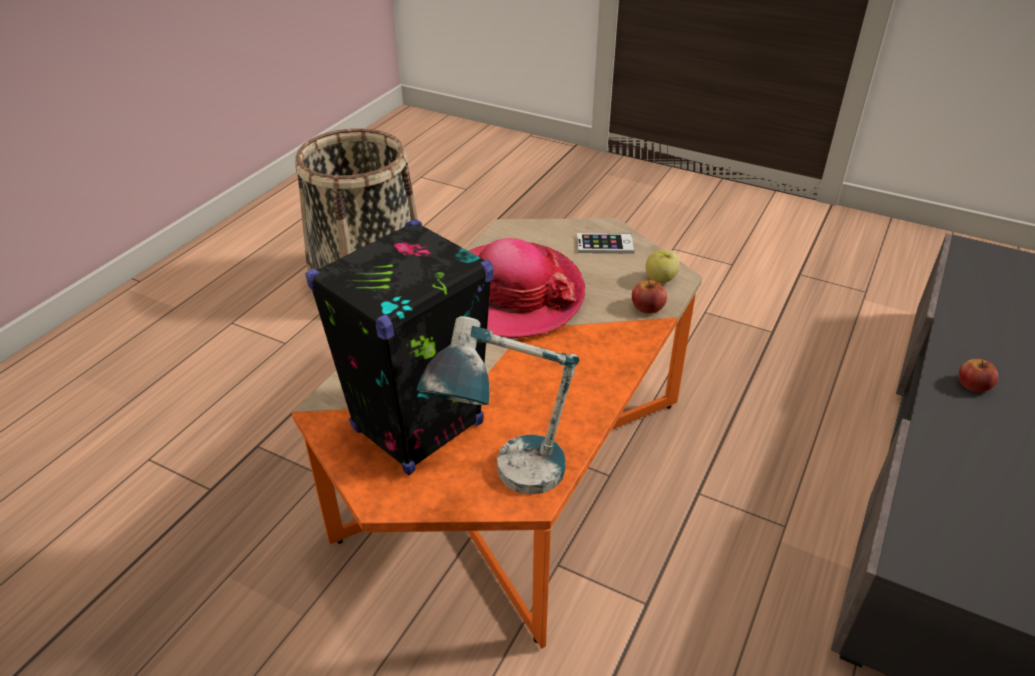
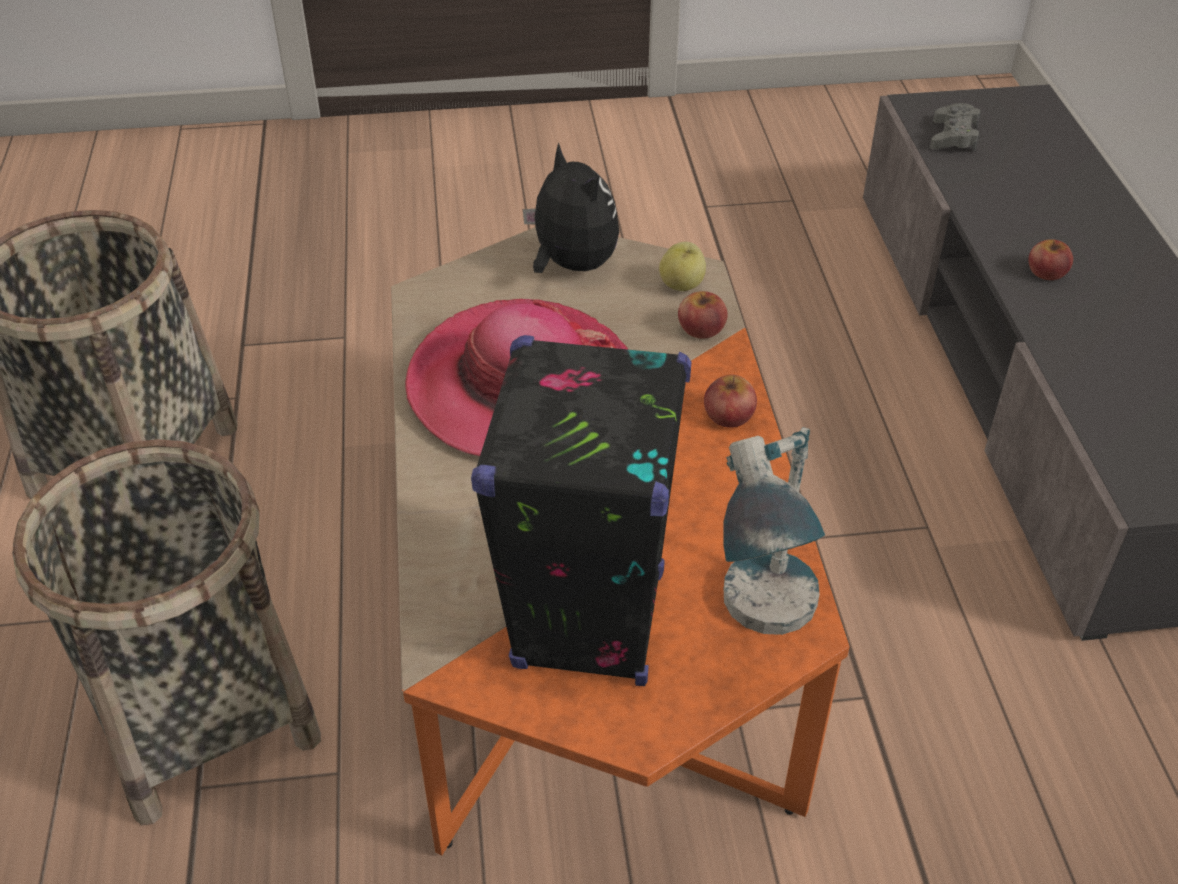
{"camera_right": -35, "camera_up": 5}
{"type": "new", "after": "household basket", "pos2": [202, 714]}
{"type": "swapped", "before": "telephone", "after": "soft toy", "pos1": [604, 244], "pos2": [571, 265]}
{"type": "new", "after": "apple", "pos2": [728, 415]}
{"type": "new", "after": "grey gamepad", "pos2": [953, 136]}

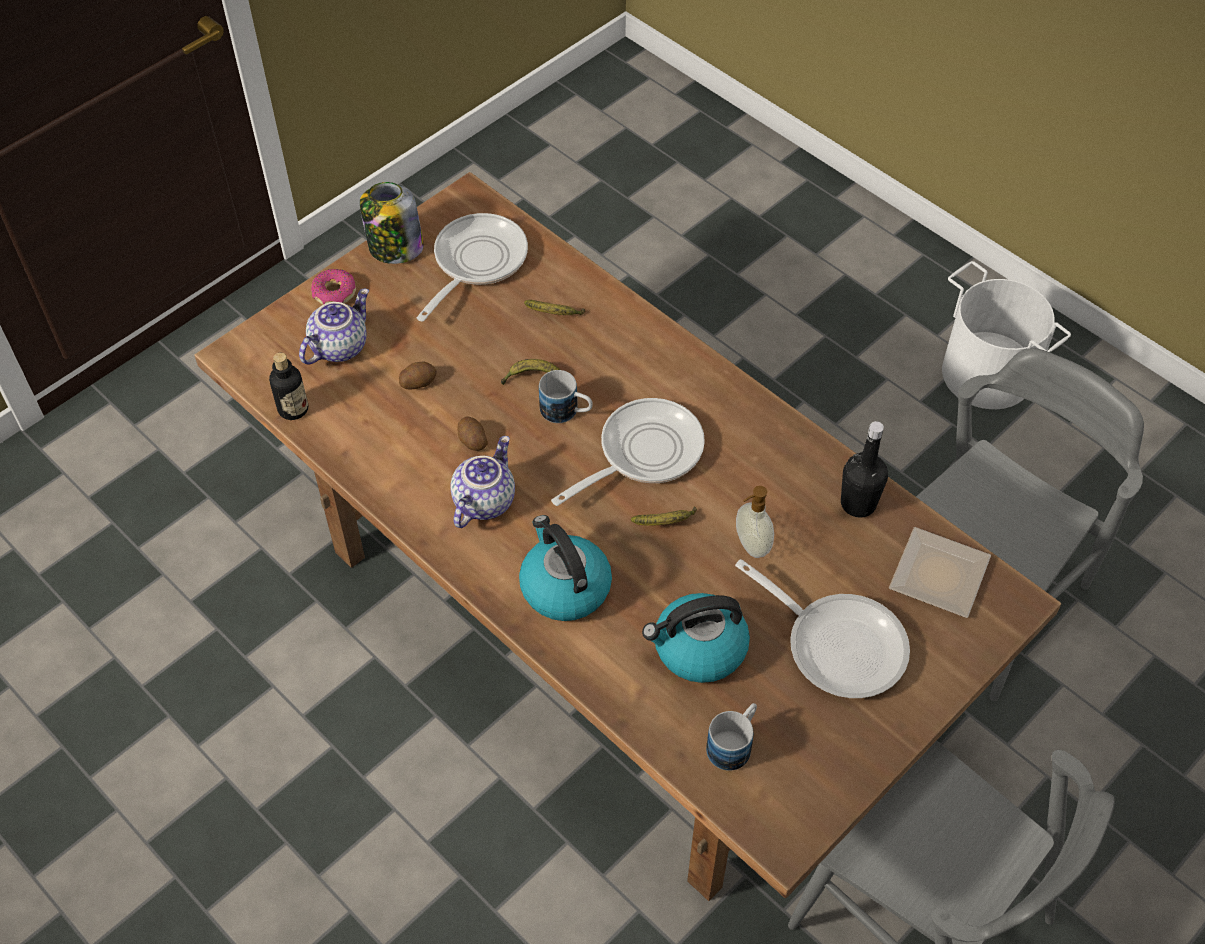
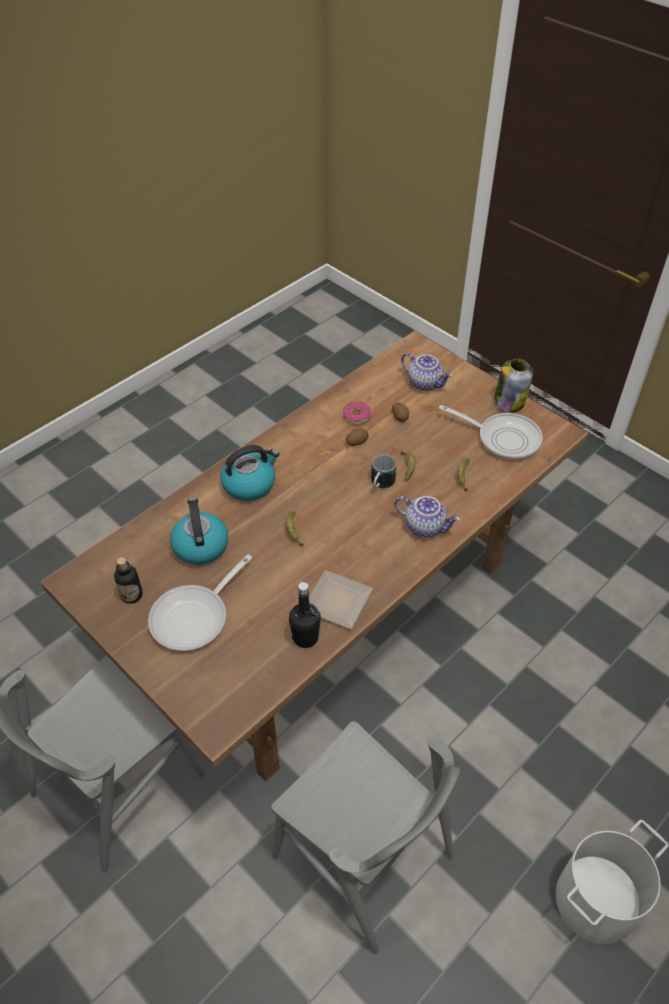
{"camera_right": 90, "camera_up": -5}
{"type": "shifted", "before": "beverage bottle", "pos1": [293, 409], "pos2": [132, 595]}
{"type": "shifted", "before": "dinner plate", "pos1": [935, 576], "pos2": [337, 599]}
{"type": "shifted", "before": "donut", "pos1": [334, 293], "pos2": [356, 416]}
{"type": "shifted", "before": "tea pot", "pos1": [483, 500], "pos2": [425, 526]}
{"type": "gone", "before": "frying pan", "pos1": [643, 453]}
{"type": "gone", "before": "coffee mug", "pos1": [734, 743]}
{"type": "gone", "before": "soap dispenser", "pos1": [751, 545]}

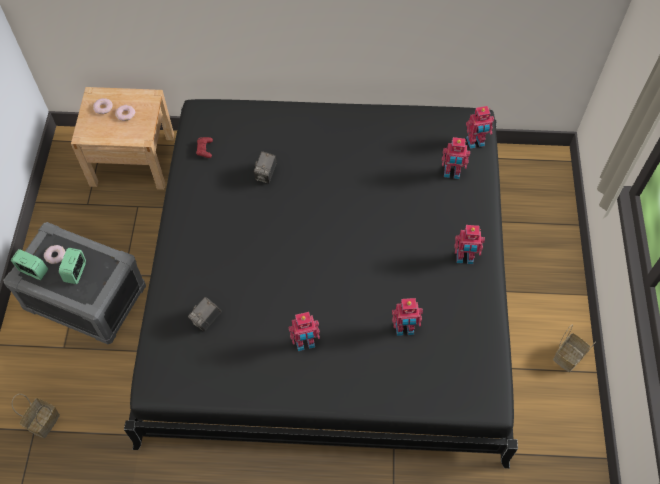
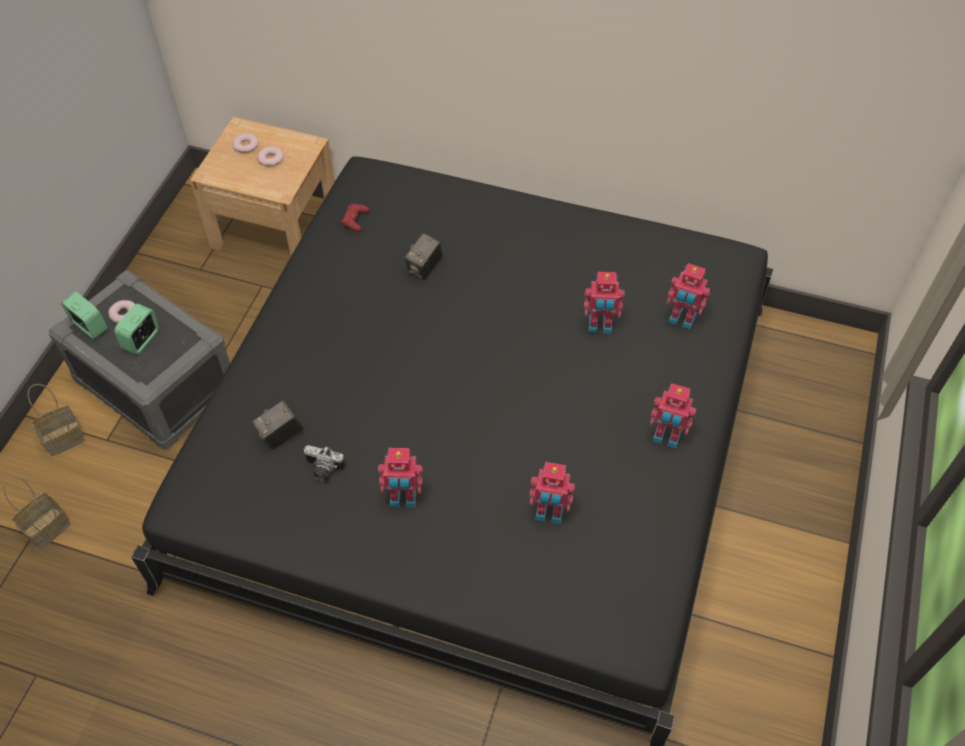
{"camera_right": 15, "camera_up": -5}
{"type": "shifted", "before": "household basket", "pos1": [568, 356], "pos2": [64, 437]}
{"type": "new", "after": "photo camera", "pos2": [323, 470]}
{"type": "shifted", "before": "toy robot", "pos1": [475, 143], "pos2": [599, 326]}

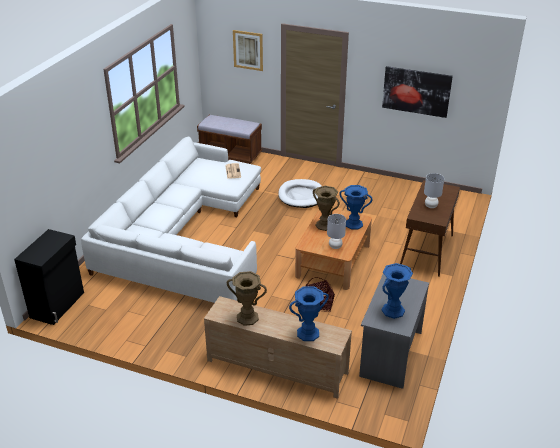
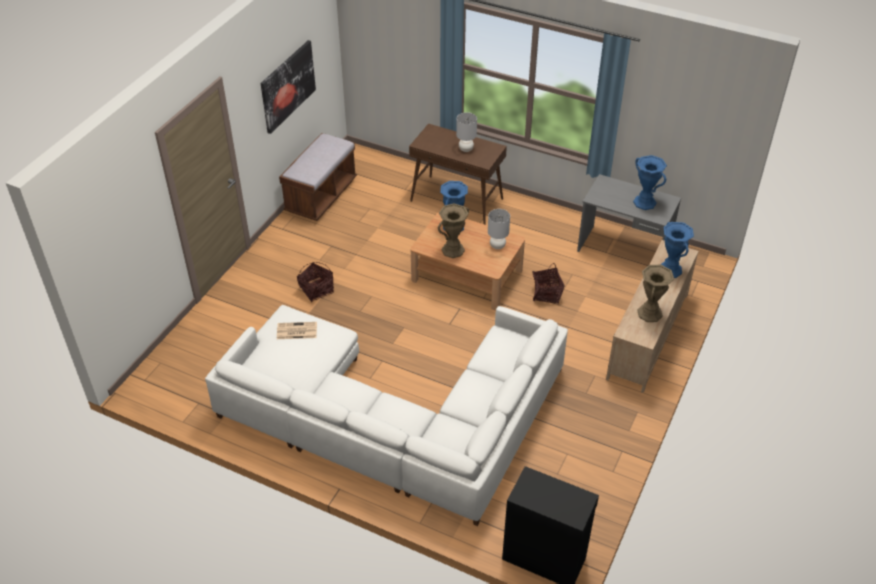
{"camera_right": -85, "camera_up": 10}
{"type": "shifted", "before": "brown bench", "pos1": [230, 155], "pos2": [321, 196]}
{"type": "swapped", "before": "white dog cushion", "after": "household basket", "pos1": [301, 195], "pos2": [316, 290]}
{"type": "gone", "before": "wall picture", "pos1": [248, 50]}

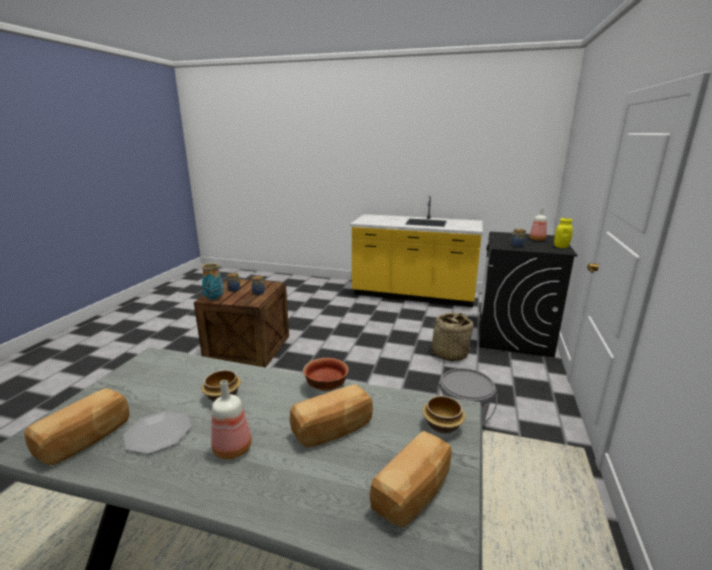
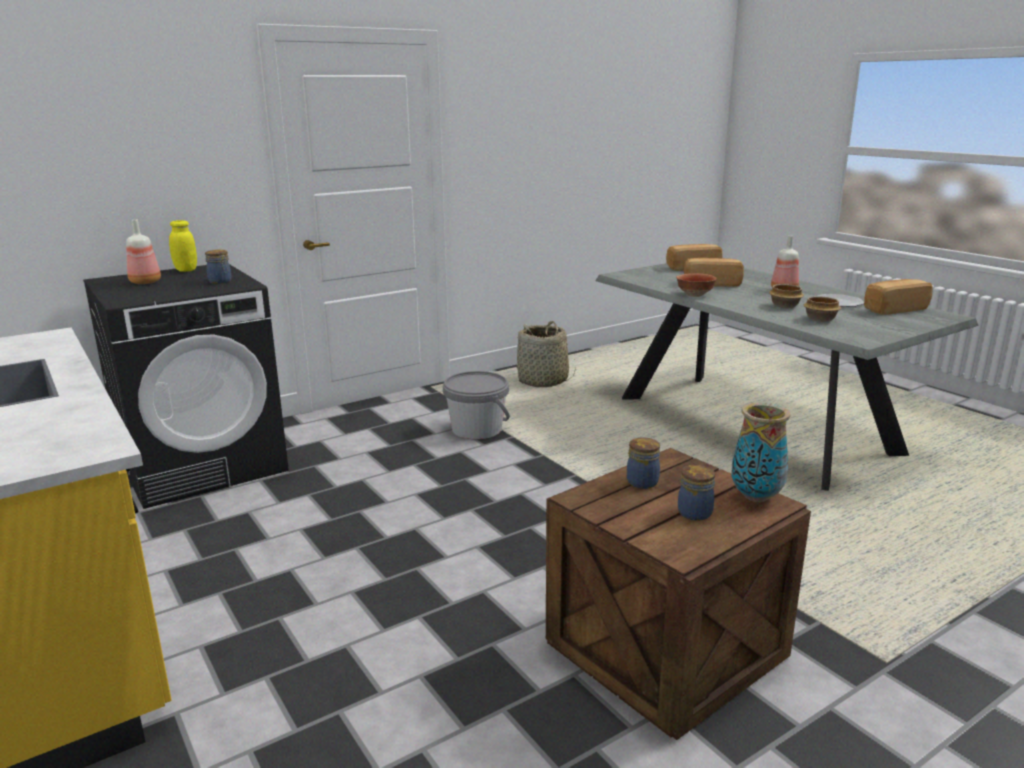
{"camera_right": -140, "camera_up": 0}
{"type": "shifted", "before": "household basket", "pos1": [449, 354], "pos2": [543, 381]}
{"type": "shifted", "before": "serving bowl", "pos1": [443, 425], "pos2": [819, 319]}

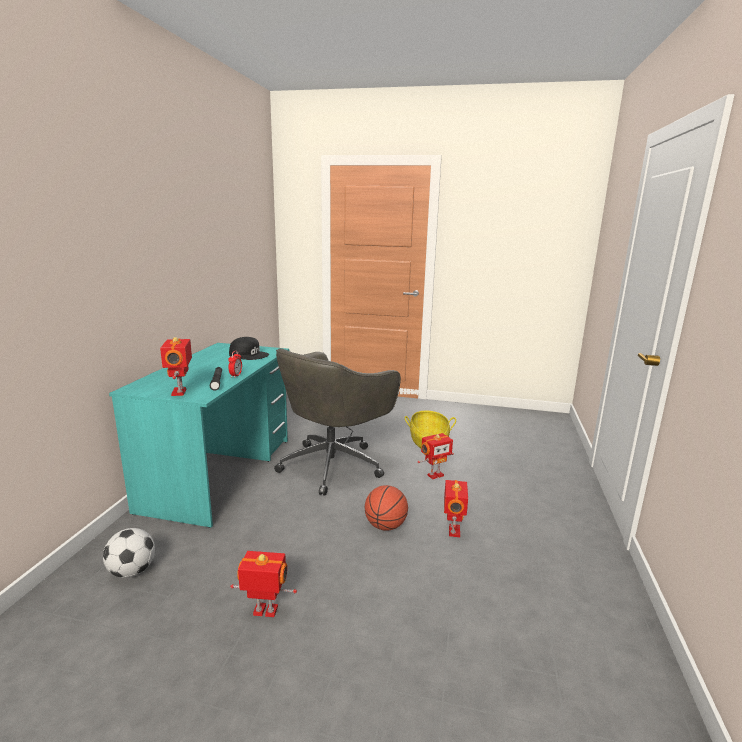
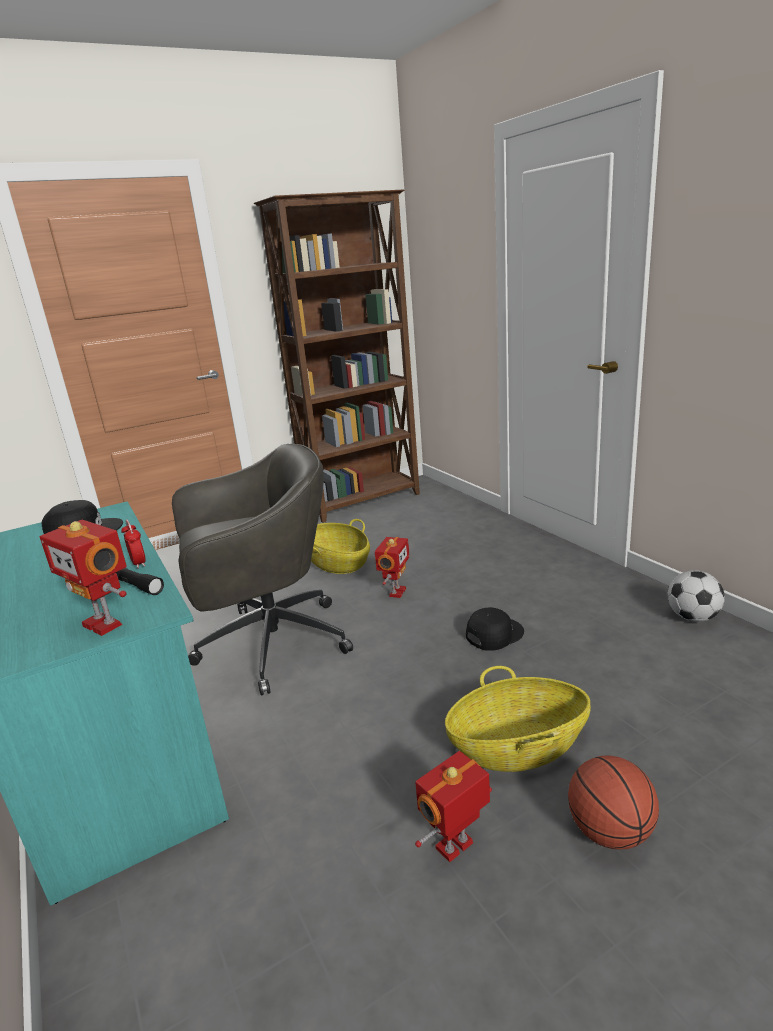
{"camera_right": -40, "camera_up": 5}
{"type": "rotated", "before": "grey office chair", "pos1": [334, 464], "pos2": [269, 644], "turn": -105}
{"type": "new", "after": "brown bookshelf", "pos2": [363, 501]}
{"type": "new", "after": "household basket", "pos2": [518, 746]}
{"type": "swapped", "before": "toy robot", "after": "black cap", "pos1": [453, 531], "pos2": [494, 634]}
{"type": "shifted", "before": "ball for basketball", "pos1": [385, 526], "pos2": [610, 832]}
{"type": "shifted", "before": "football", "pos1": [132, 571], "pos2": [692, 617]}

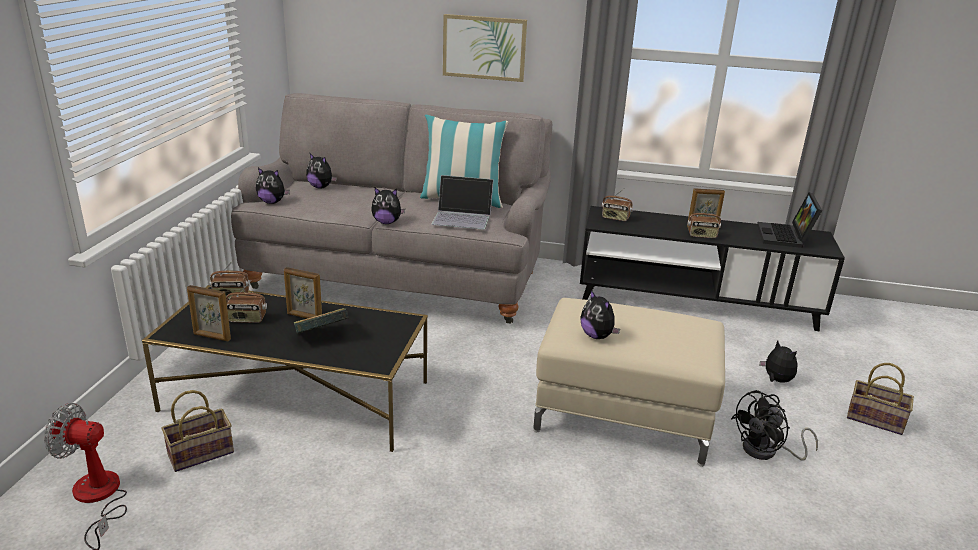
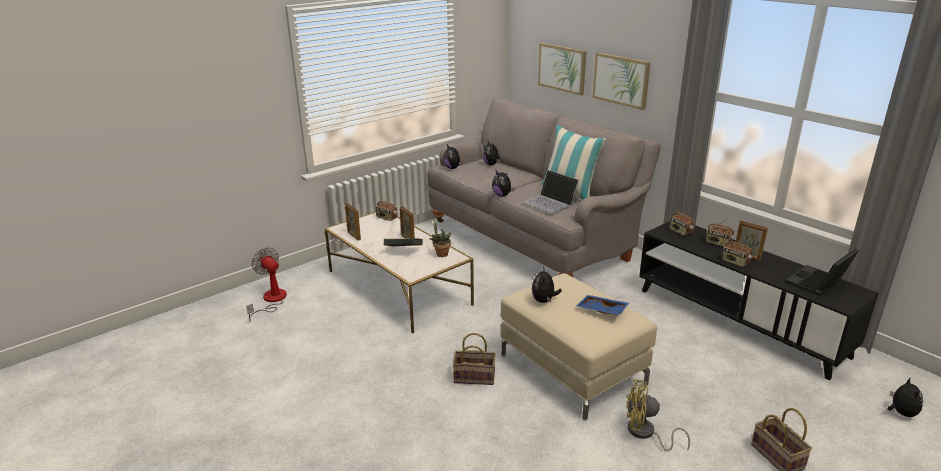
{"camera_right": 40, "camera_up": 0}
{"type": "repainted", "before": "black lounge table", "after": "white lounge table", "pos1": [297, 396], "pos2": [398, 287]}
{"type": "new", "after": "houseplant", "pos2": [440, 254]}
{"type": "shifted", "before": "household basket", "pos1": [202, 452], "pos2": [475, 377]}
{"type": "new", "after": "wall picture", "pos2": [562, 68]}
{"type": "new", "after": "bluish serving tray", "pos2": [601, 311]}
{"type": "repainted", "before": "black fan", "after": "yellow-coloured fan", "pos1": [766, 452], "pos2": [645, 434]}
{"type": "shifted", "before": "radio", "pos1": [247, 319], "pos2": [718, 243]}
{"type": "shifted", "before": "soft toy", "pos1": [776, 380], "pos2": [901, 413]}

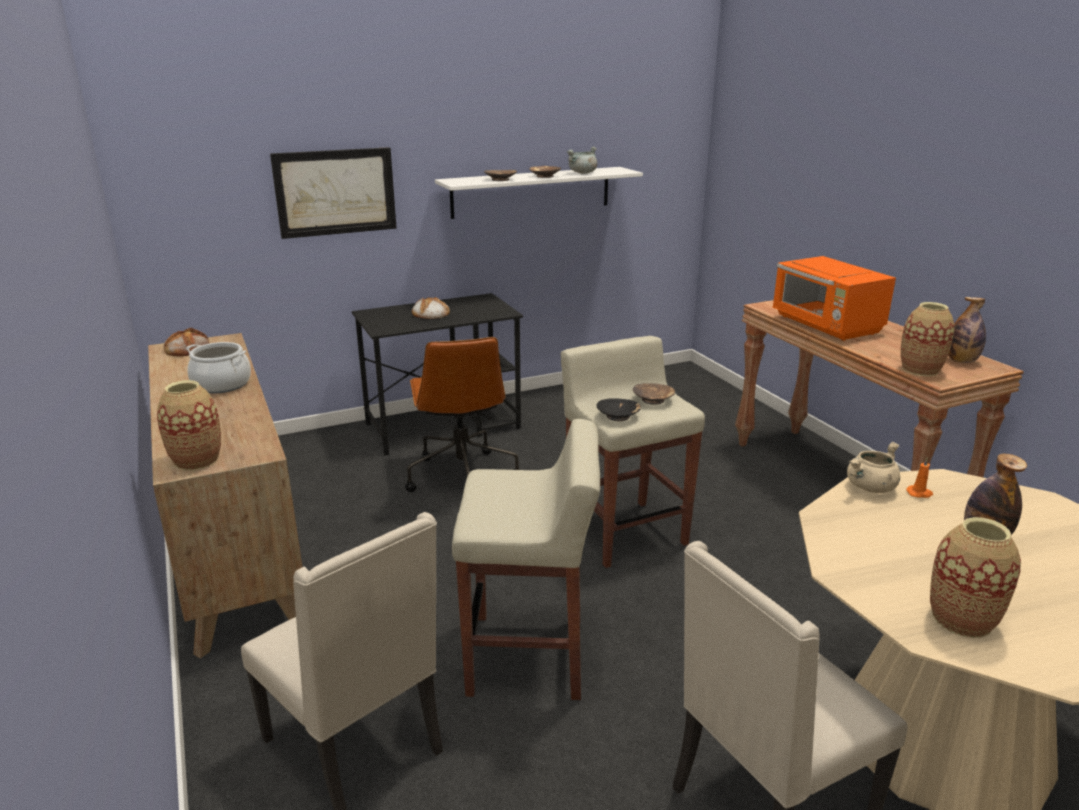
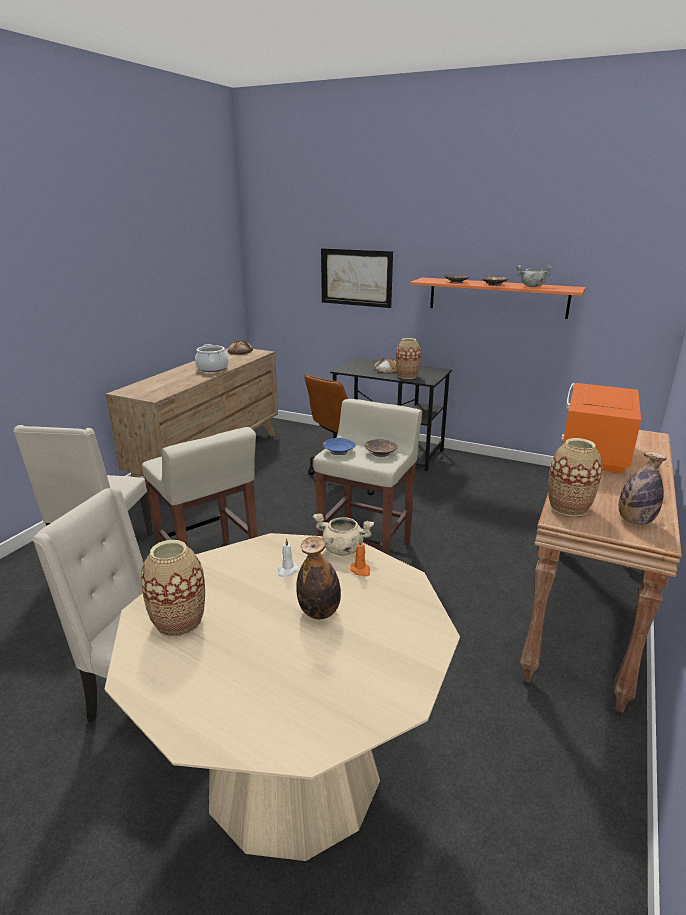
{"camera_right": 50, "camera_up": 0}
{"type": "new", "after": "white candle", "pos2": [287, 571]}
{"type": "repainted", "before": "black serving bowl", "after": "bluish serving bowl", "pos1": [618, 416], "pos2": [338, 451]}
{"type": "shifted", "before": "flower vase", "pos1": [196, 460], "pos2": [407, 376]}
{"type": "repainted", "before": "white shelf", "after": "orange-coloured shelf", "pos1": [531, 192], "pos2": [497, 297]}

